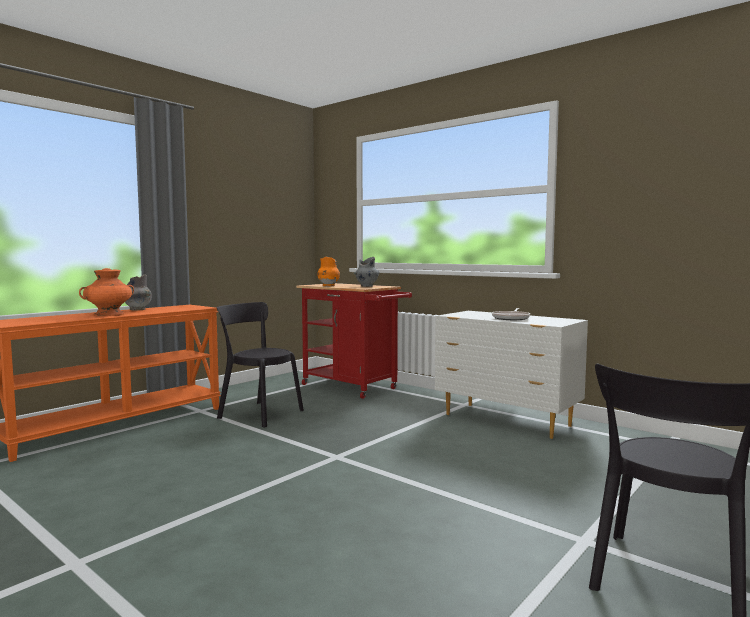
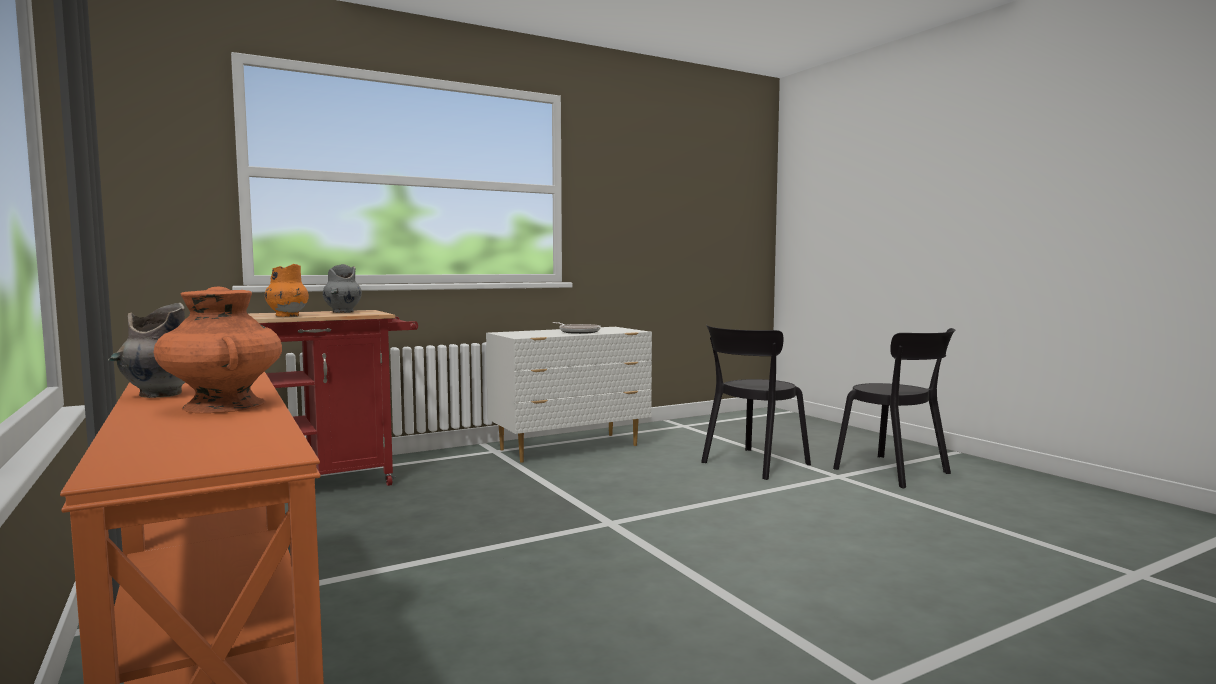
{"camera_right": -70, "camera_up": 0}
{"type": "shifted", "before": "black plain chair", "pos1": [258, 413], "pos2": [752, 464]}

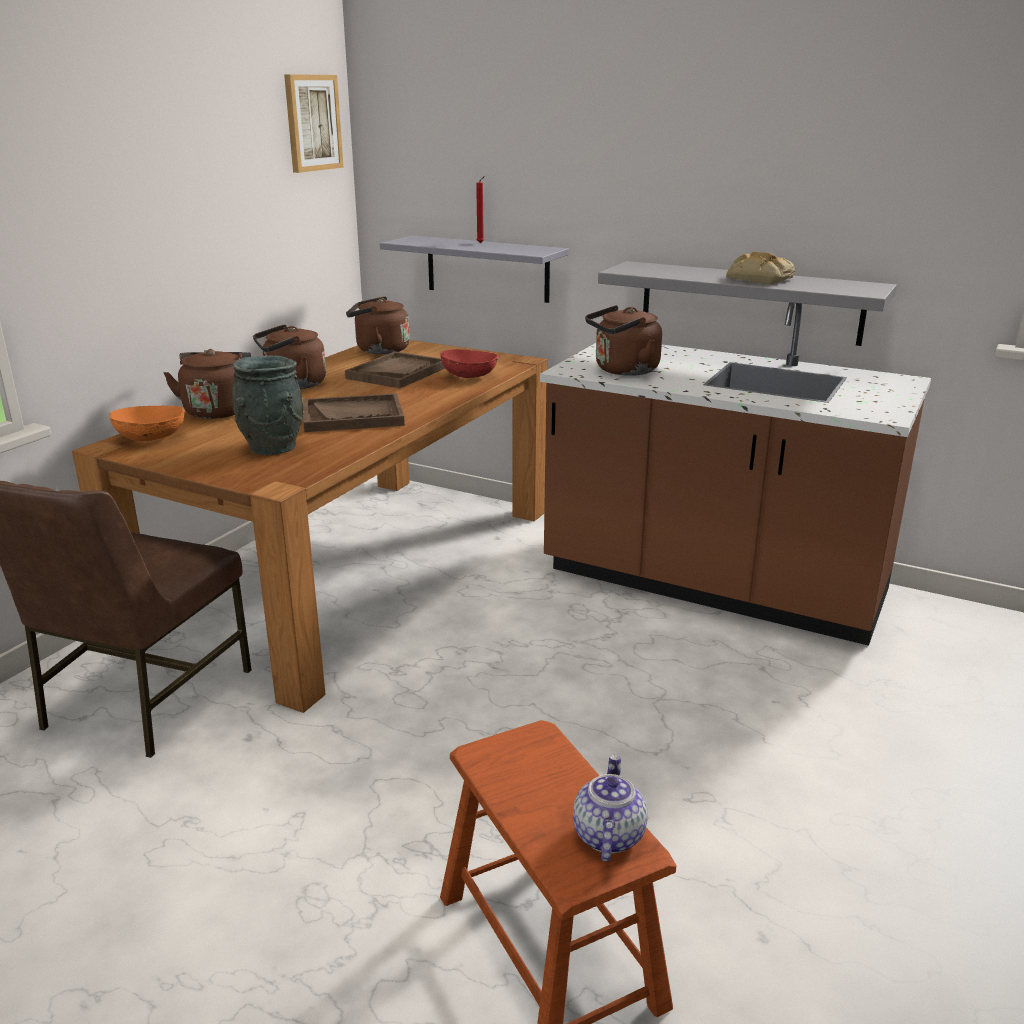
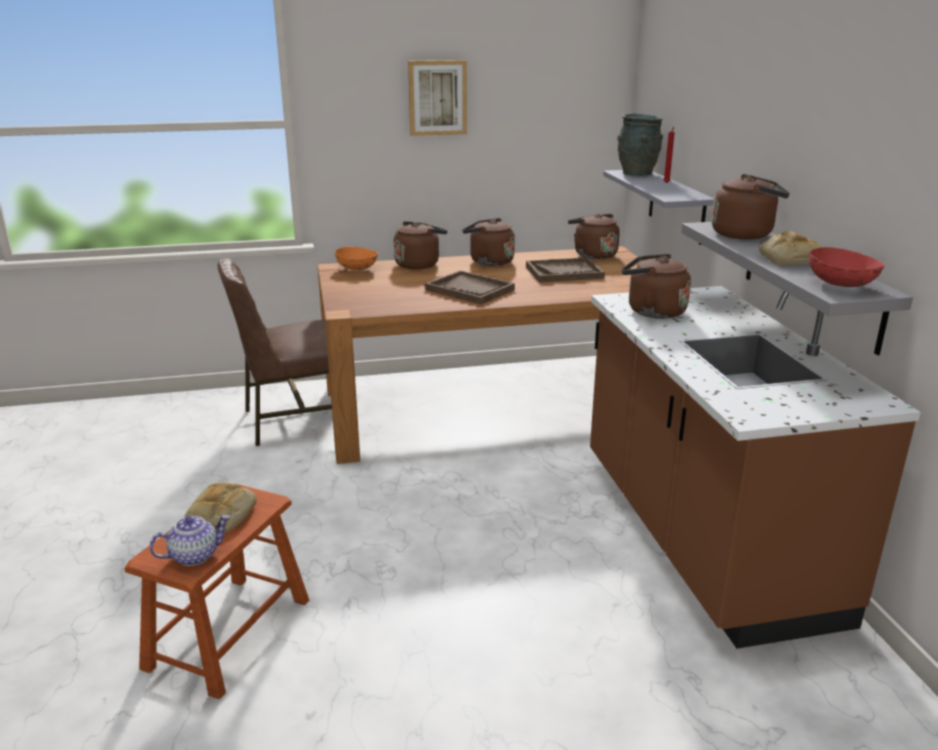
{"camera_right": 50, "camera_up": 0}
{"type": "new", "after": "bread", "pos2": [222, 514]}
{"type": "shifted", "before": "wall picture", "pos1": [312, 123], "pos2": [437, 98]}
{"type": "shifted", "before": "grey flower vase", "pos1": [273, 447], "pos2": [637, 173]}
{"type": "new", "after": "brown kettle", "pos2": [745, 234]}
{"type": "shifted", "before": "red-coloured serving bowl", "pos1": [469, 376], "pos2": [842, 284]}

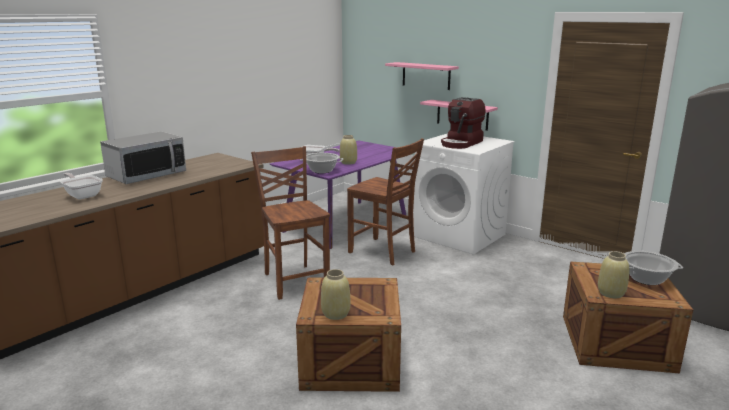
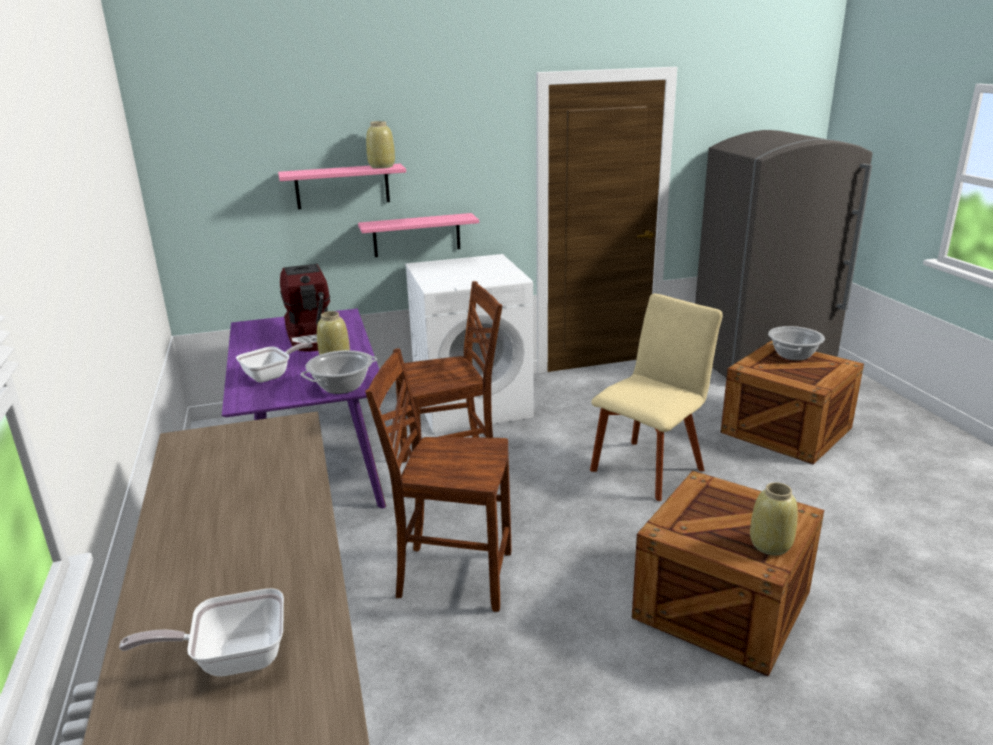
{"camera_right": -55, "camera_up": 5}
{"type": "shifted", "before": "coffee maker", "pos1": [461, 143], "pos2": [312, 337]}
{"type": "shifted", "before": "sand-coloured flower vase", "pos1": [610, 293], "pos2": [381, 167]}
{"type": "new", "after": "sand-coloured plain chair", "pos2": [649, 467]}
{"type": "gone", "before": "microwave oven", "pos1": [146, 175]}

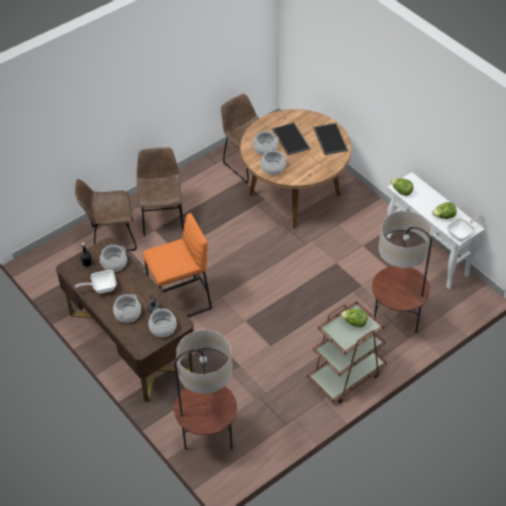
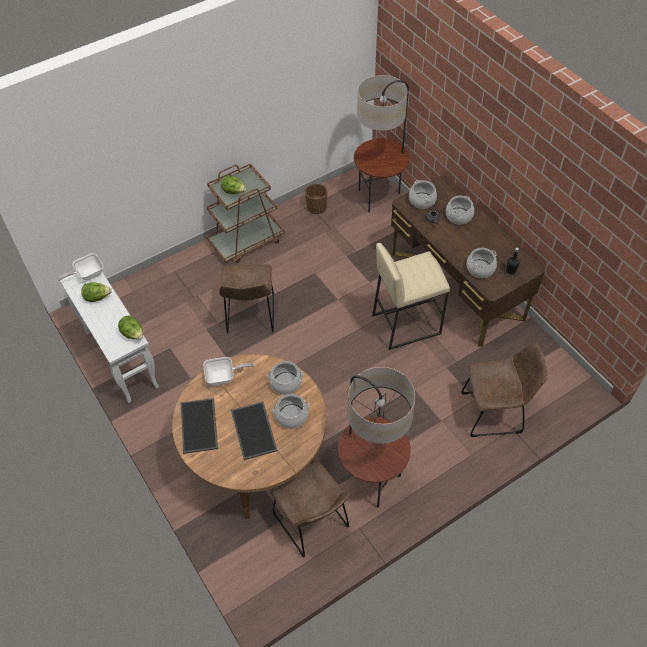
{"camera_right": -175, "camera_up": 5}
{"type": "shifted", "before": "frying pan", "pos1": [101, 288], "pos2": [224, 377]}
{"type": "shifted", "before": "brown plain chair", "pos1": [162, 217], "pos2": [250, 317]}
{"type": "new", "after": "brown flower pot", "pos2": [316, 207]}
{"type": "shifted", "before": "standing lamp", "pos1": [396, 323], "pos2": [371, 480]}
{"type": "repainted", "before": "orange-coloured stool seat", "after": "sand-coloured stool seat", "pos1": [180, 303], "pos2": [406, 323]}

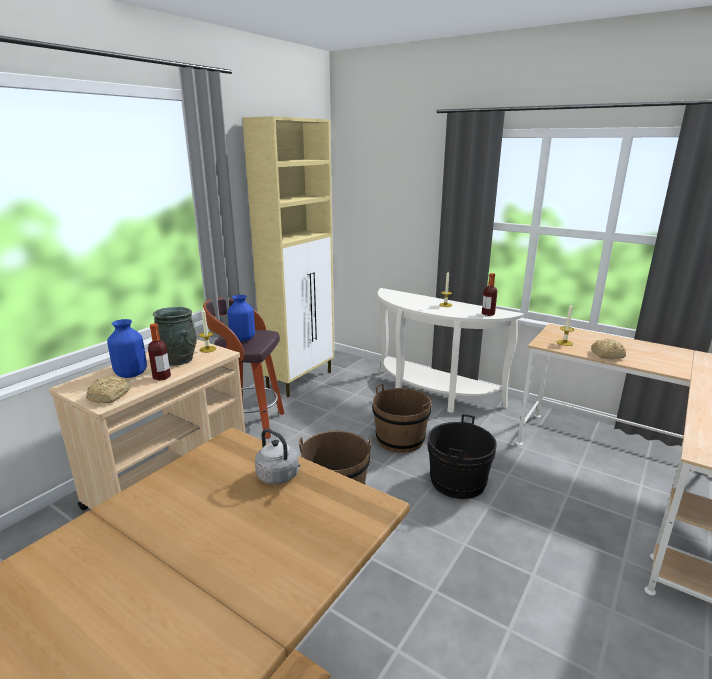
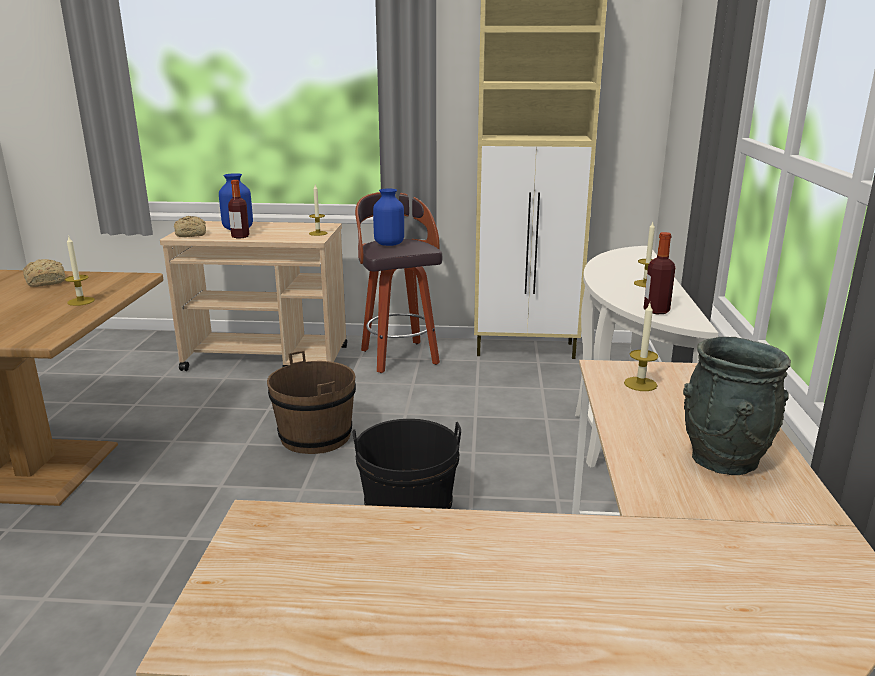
{"camera_right": 60, "camera_up": 0}
{"type": "shifted", "before": "bread", "pos1": [606, 355], "pos2": [46, 281]}
{"type": "swapped", "before": "grey kettle", "after": "candle", "pos1": [279, 477], "pos2": [81, 301]}
{"type": "shifted", "before": "grey flower vase", "pos1": [179, 360], "pos2": [723, 460]}
{"type": "gone", "before": "brown water bucket", "pos1": [400, 439]}

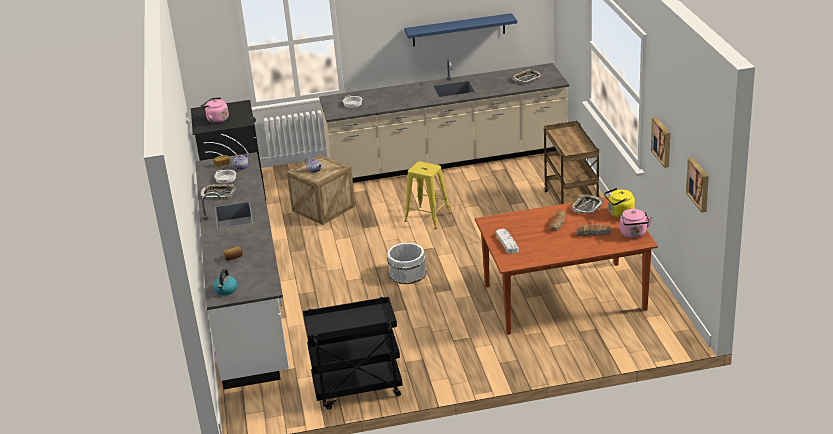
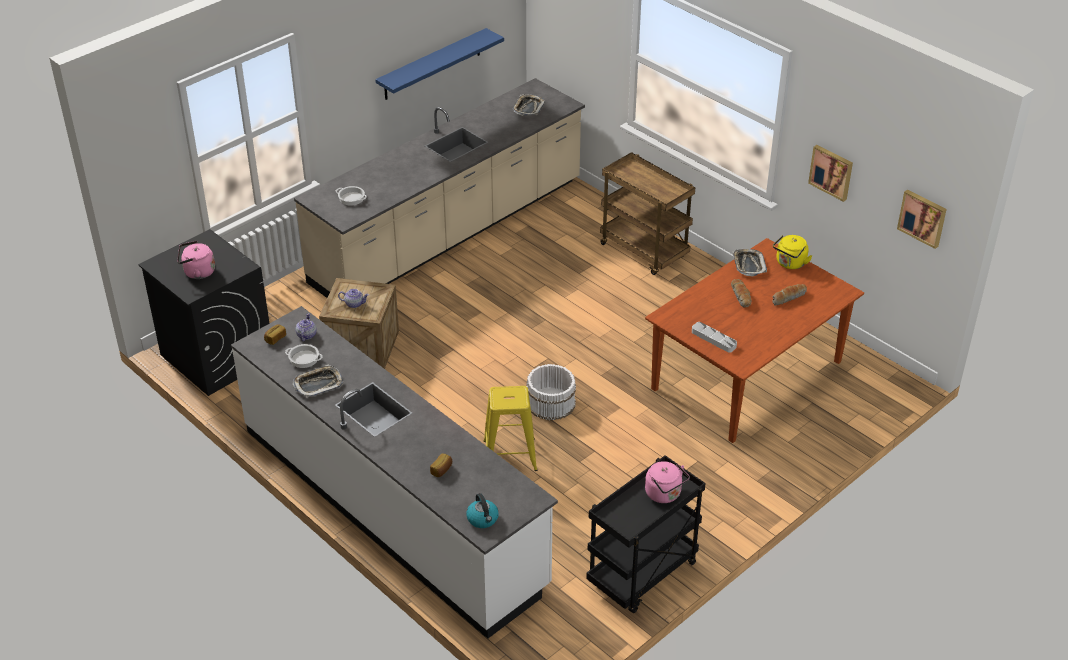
{"camera_right": -35, "camera_up": 10}
{"type": "shifted", "before": "yellow-coloured stool seat", "pos1": [428, 217], "pos2": [510, 455]}
{"type": "shifted", "before": "pinkish kettle", "pos1": [634, 234], "pos2": [665, 494]}

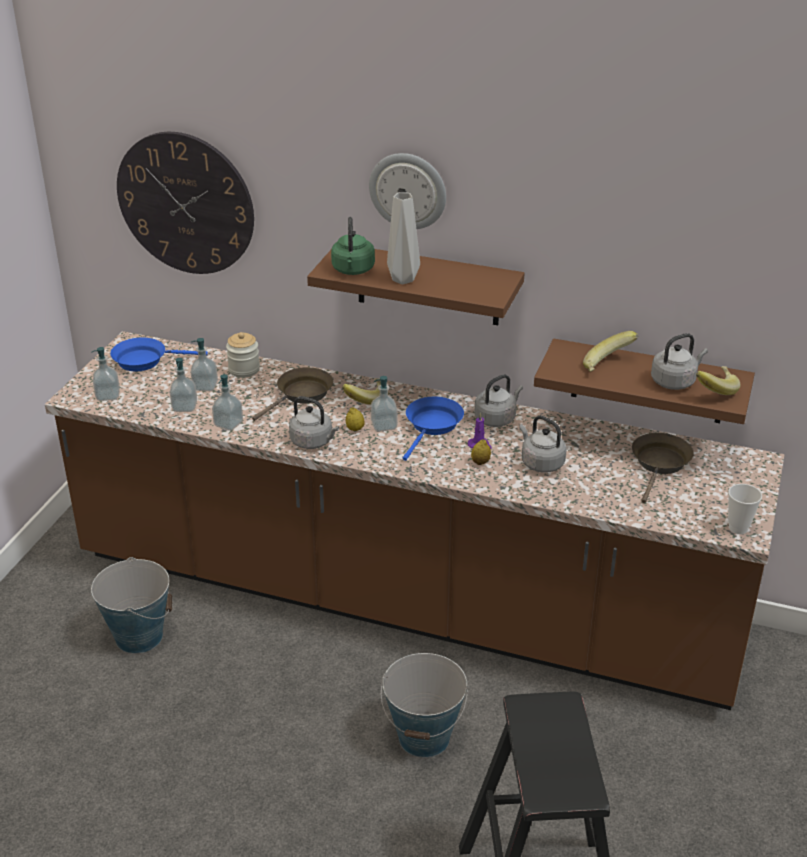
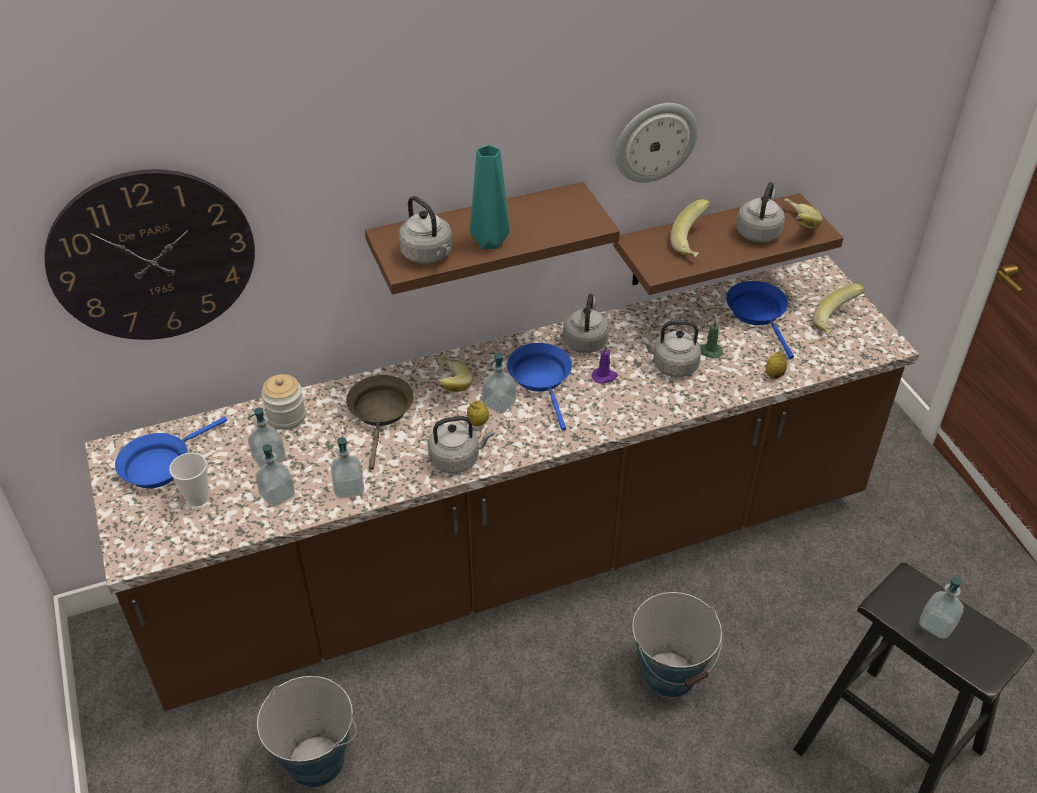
{"camera_right": -40, "camera_up": 10}
{"type": "shifted", "before": "drinking cup", "pos1": [738, 528], "pos2": [197, 498]}
{"type": "repainted", "before": "green kettle", "after": "grey kettle", "pos1": [353, 270], "pos2": [428, 255]}
{"type": "repainted", "before": "grey flower vase", "after": "blue-green flower vase", "pos1": [404, 280], "pos2": [492, 243]}
{"type": "shifted", "before": "wall clock", "pos1": [408, 190], "pos2": [654, 141]}
{"type": "new", "after": "green candle", "pos2": [709, 351]}
{"type": "repainted", "before": "brown frying pan", "after": "bluish frying pan", "pos1": [660, 464], "pos2": [758, 314]}
{"type": "shifted", "before": "citrus fruit", "pos1": [480, 462], "pos2": [774, 375]}
{"type": "new", "after": "banana", "pos2": [836, 322]}
{"type": "shifted", "before": "soap dispenser", "pos1": [108, 395], "pos2": [937, 624]}

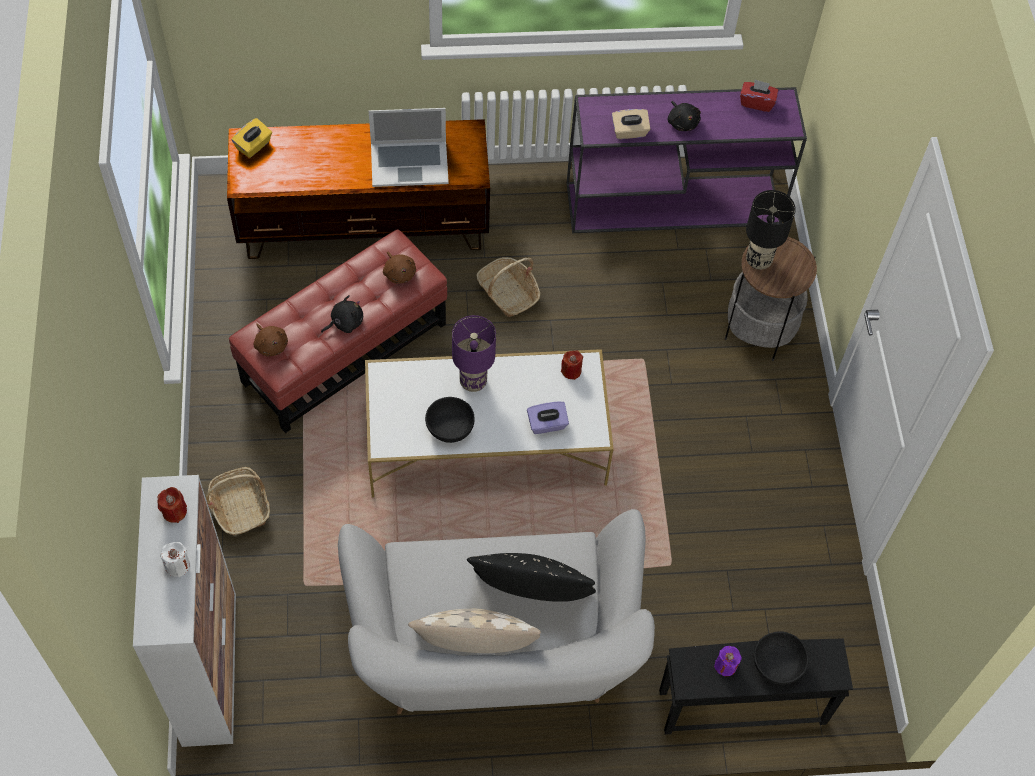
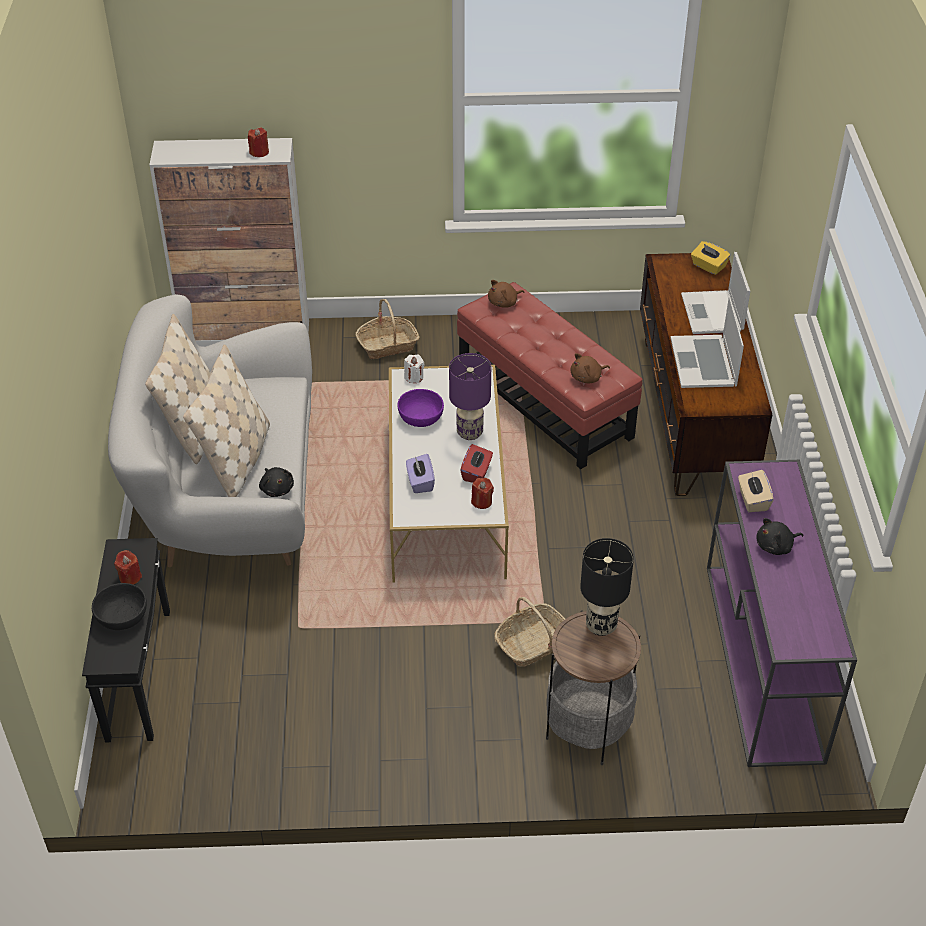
{"camera_right": 95, "camera_up": -15}
{"type": "repainted", "before": "purplish candle", "after": "red-coloured candle", "pos1": [725, 665], "pos2": [130, 577]}
{"type": "repainted", "before": "black cushion", "after": "sand-coloured cushion", "pos1": [531, 595], "pos2": [237, 460]}
{"type": "shifted", "before": "black soft toy", "pos1": [345, 322], "pos2": [277, 488]}
{"type": "repainted", "before": "black serving bowl", "after": "purplish serving bowl", "pos1": [449, 427], "pos2": [421, 417]}
{"type": "shifted", "before": "white candle", "pos1": [177, 565], "pos2": [414, 377]}
{"type": "shifted", "before": "red-coloured box of tissues", "pos1": [756, 102], "pos2": [476, 473]}
{"type": "shifted", "before": "household basket", "pos1": [508, 293], "pos2": [533, 643]}
{"type": "new", "after": "notebook computer", "pos2": [712, 314]}

